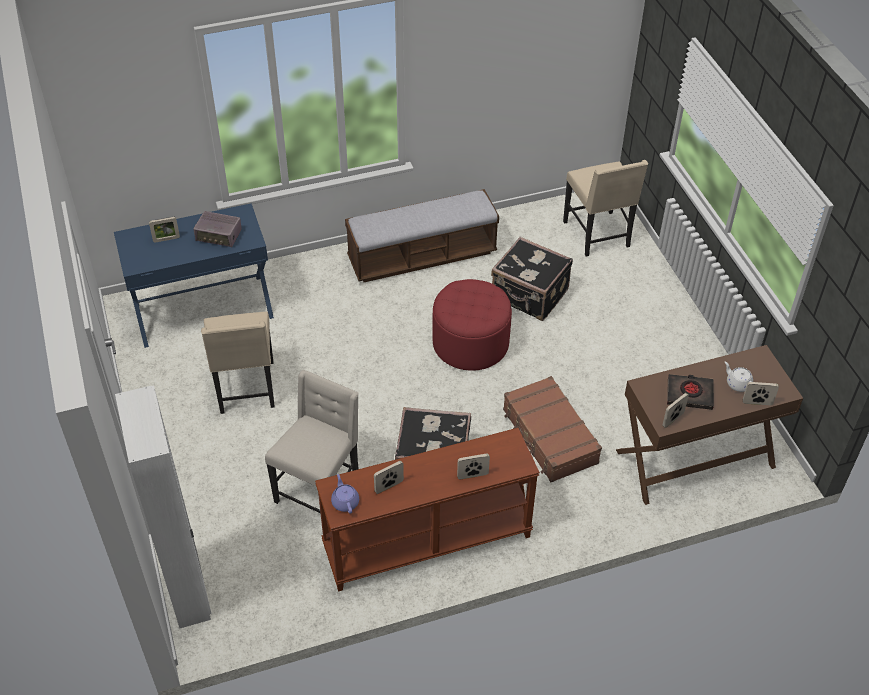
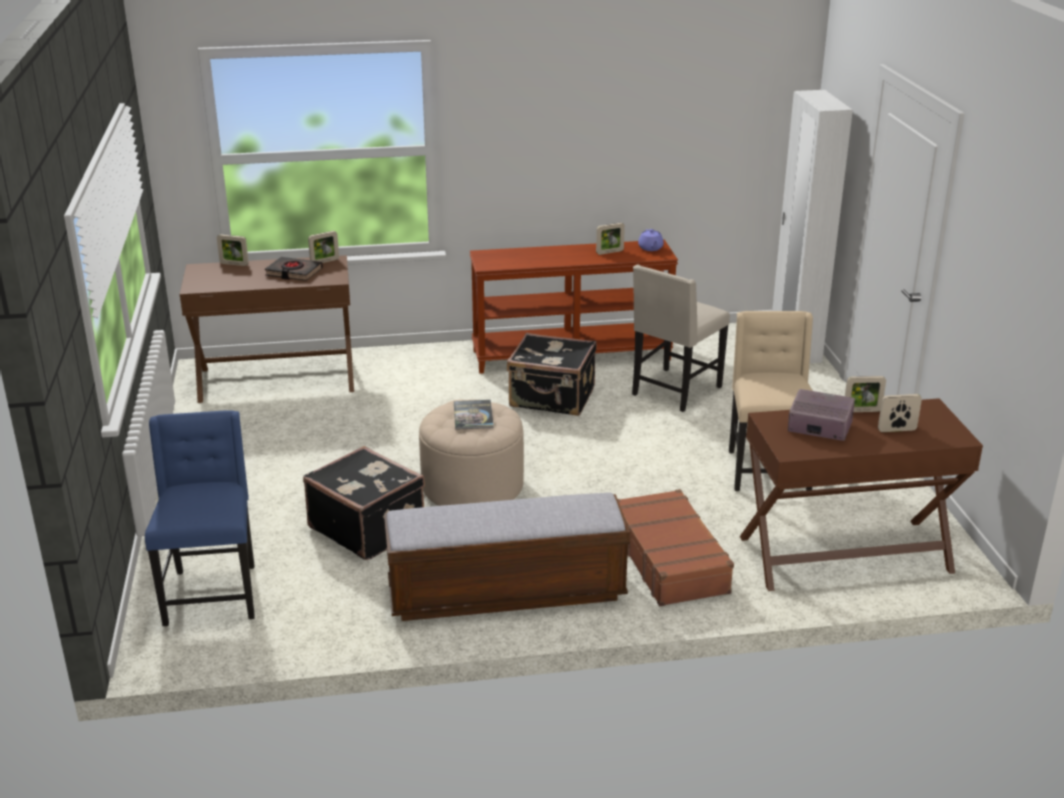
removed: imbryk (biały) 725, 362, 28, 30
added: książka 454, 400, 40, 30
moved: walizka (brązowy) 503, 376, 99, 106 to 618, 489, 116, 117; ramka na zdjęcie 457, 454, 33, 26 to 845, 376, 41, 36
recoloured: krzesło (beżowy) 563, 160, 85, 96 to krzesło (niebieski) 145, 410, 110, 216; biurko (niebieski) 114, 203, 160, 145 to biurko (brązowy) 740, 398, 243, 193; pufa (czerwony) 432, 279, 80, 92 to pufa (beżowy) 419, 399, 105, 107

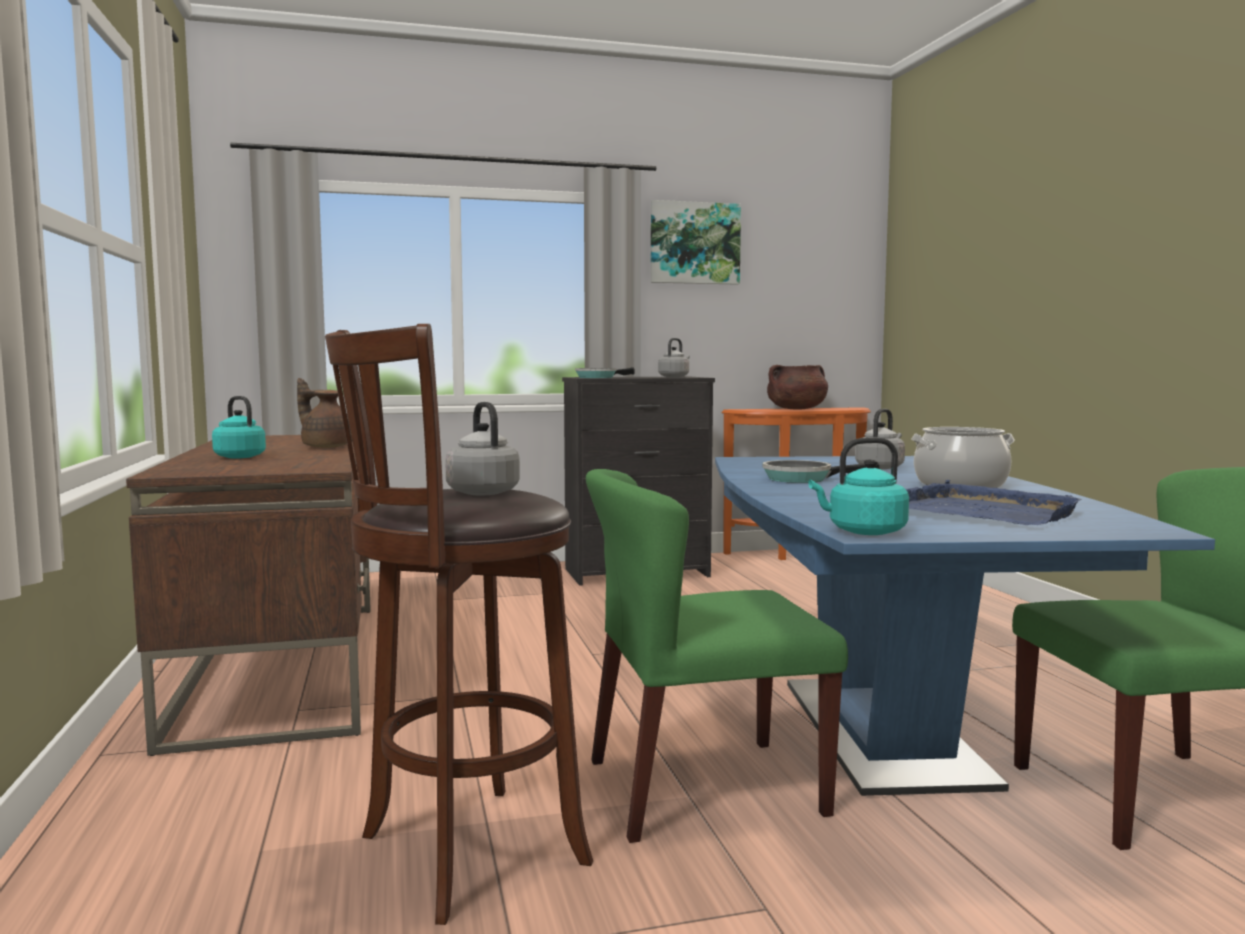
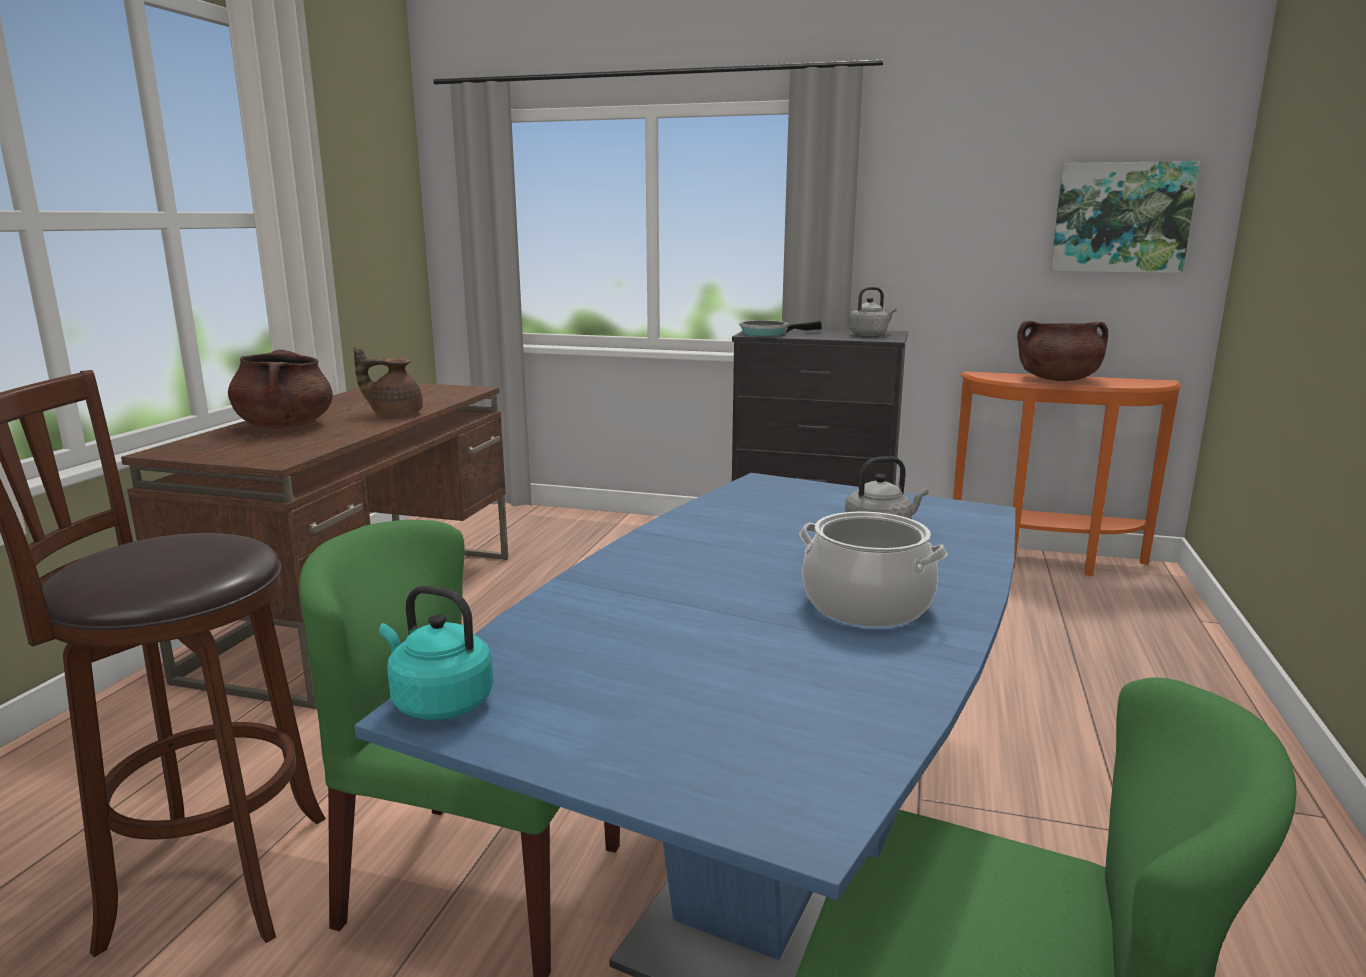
removed: czajnik (szary) 445, 402, 75, 93; patelnia 763, 460, 116, 23; taca (niebieski) 906, 480, 176, 45
moved: obraz 651, 200, 90, 85 to 1050, 161, 150, 112
replaced: czajnik (turkusowy) 212, 396, 54, 62 to garnek (brązowy) 228, 350, 105, 78
turned: imbryk (brązowy) 297, 378, 55, 70 = 353, 347, 70, 69 60 degrees counterclockwise

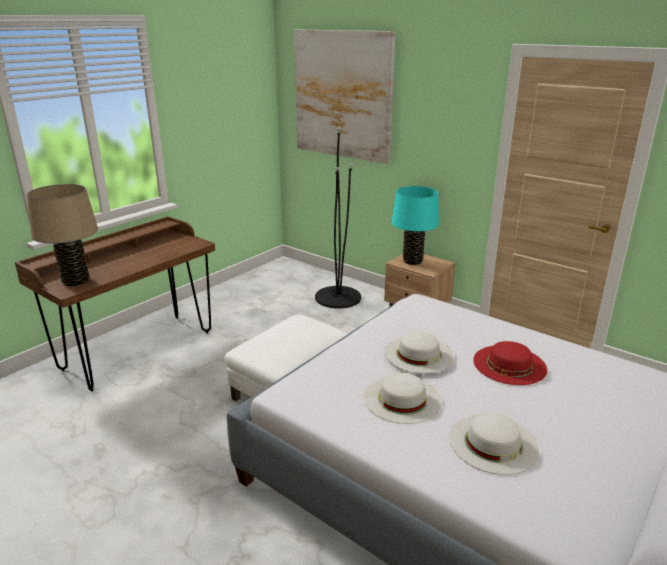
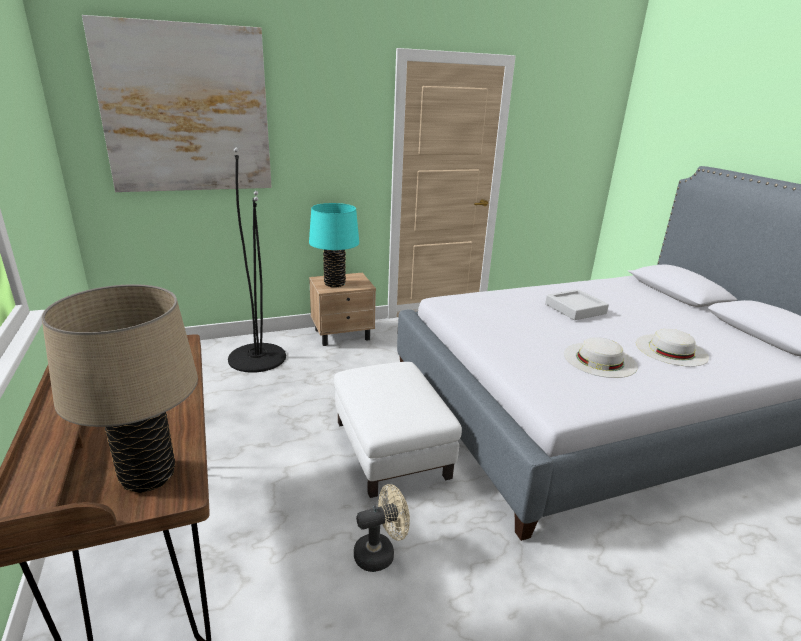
removed: kapelusz (biały) 384, 332, 70, 42
added: wentylator (beżowy) 354, 484, 56, 88
replaced: kapelusz (czerwony) 473, 341, 74, 44 to taca (szary) 545, 289, 64, 31

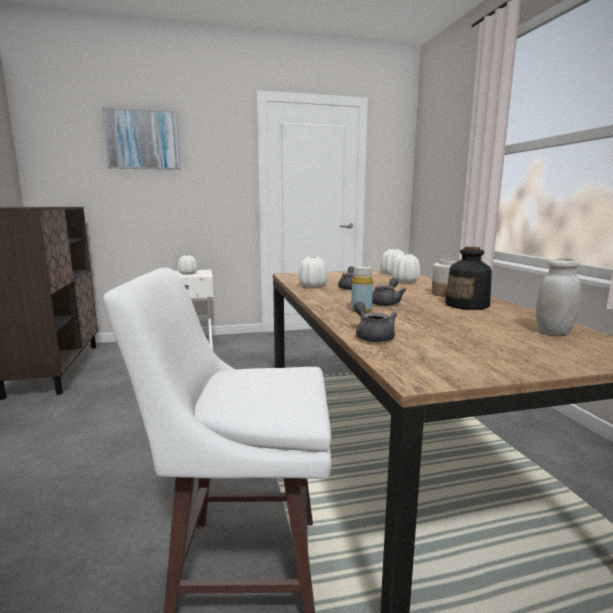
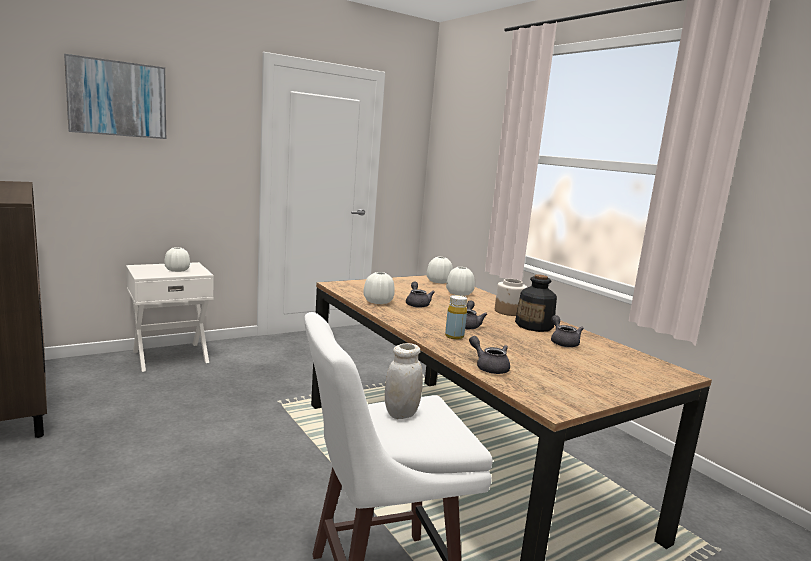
added: imbryk (szary) 551, 315, 33, 32
moved: słoik (biały) 536, 258, 45, 77 to 385, 343, 38, 76

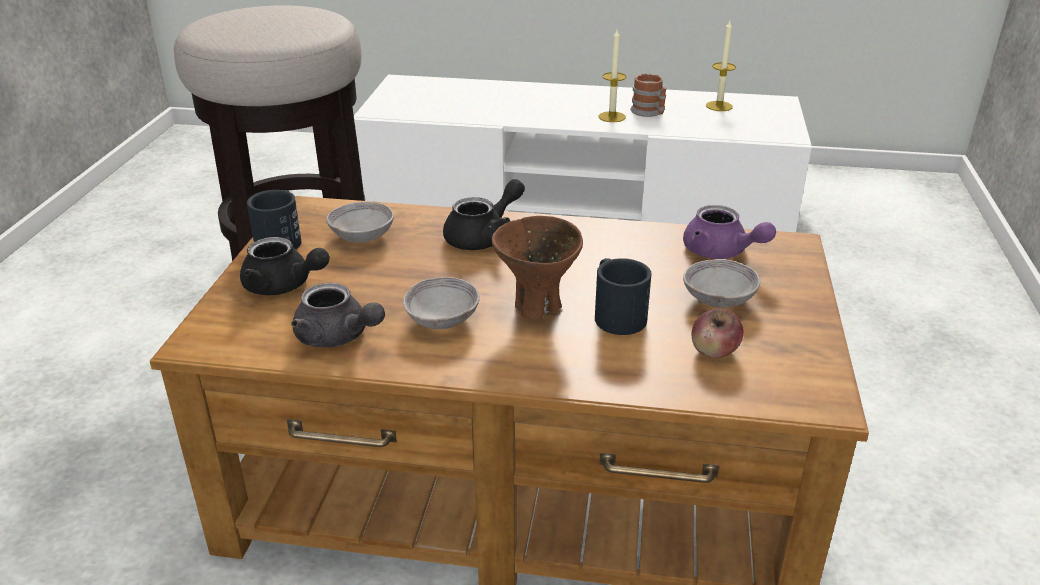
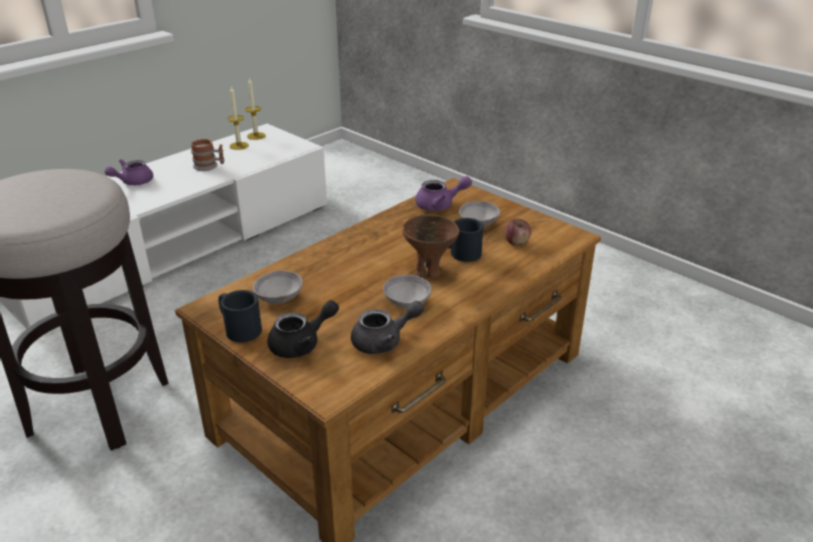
removed: imbryk (czarny) 443, 179, 82, 71
added: imbryk (fioletowy) 105, 159, 48, 26
moved: świeca 598, 30, 28, 92 to 245, 77, 20, 63

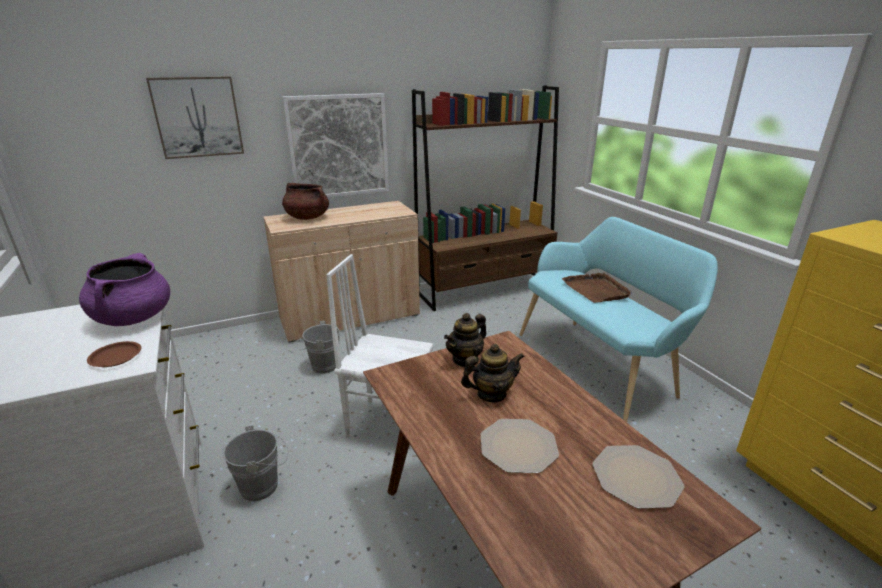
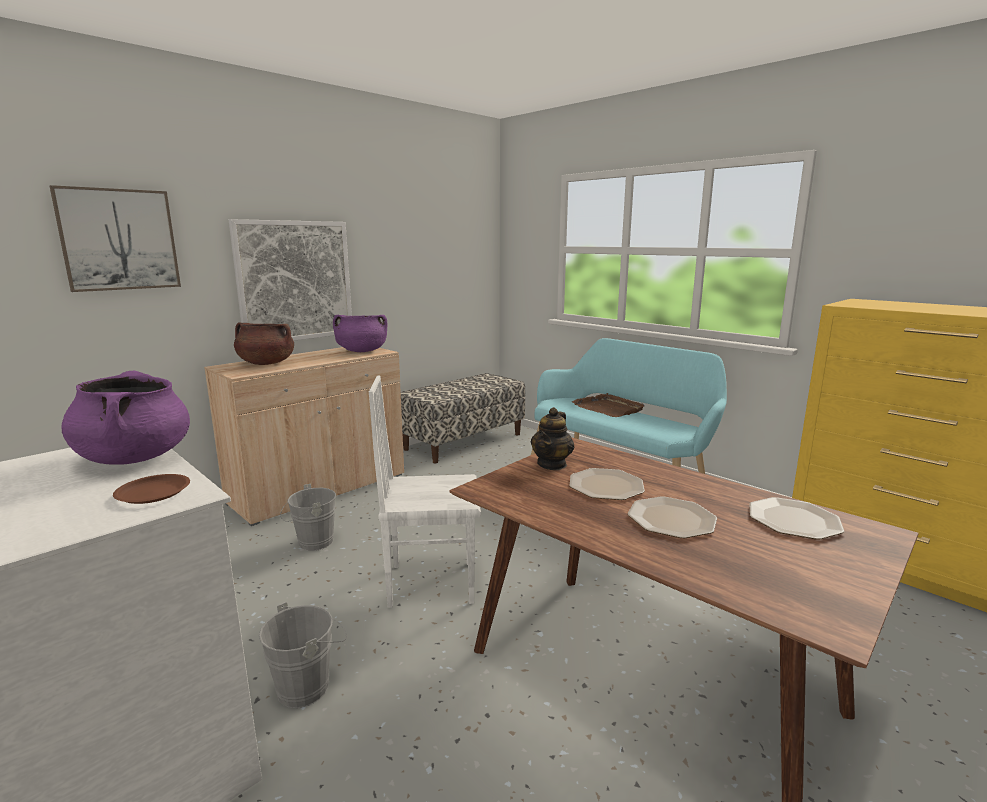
added: garnek (fioletowy) 333, 315, 55, 37
replaced: regał (brązowy) 412, 85, 147, 226 to ławka 401, 373, 124, 90; imbryk 461, 344, 64, 59 to talerz 570, 468, 75, 32

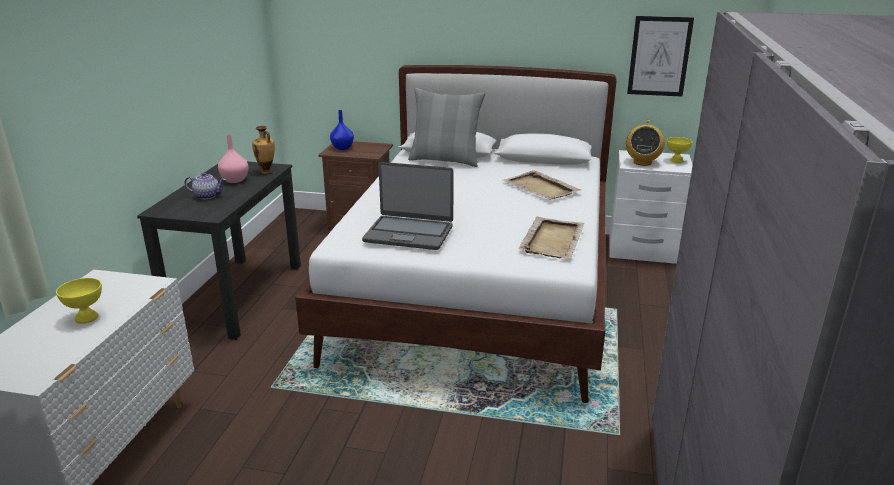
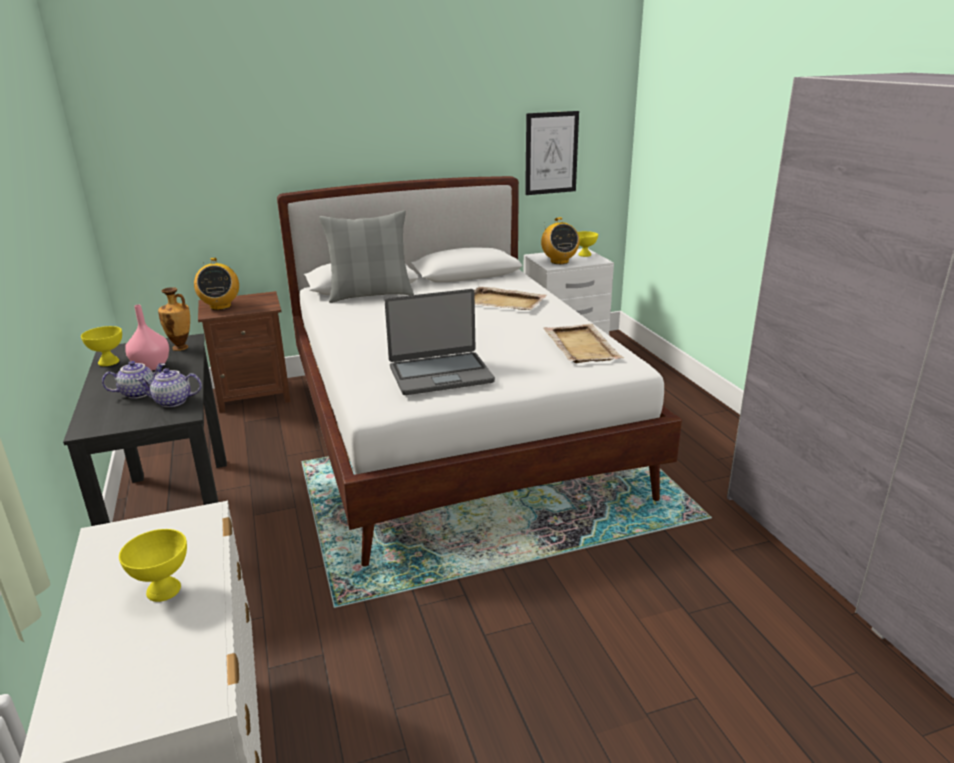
added: miska (żółty) 81, 326, 41, 40; imbryk 136, 368, 66, 39
replaced: wazon (niebieski) 330, 110, 24, 40 to radio 194, 258, 45, 52

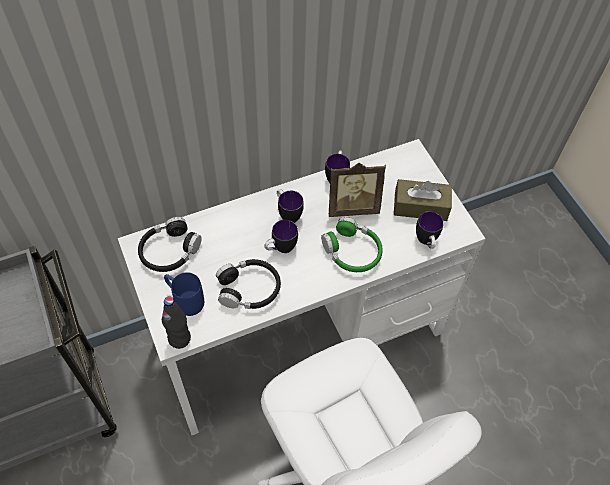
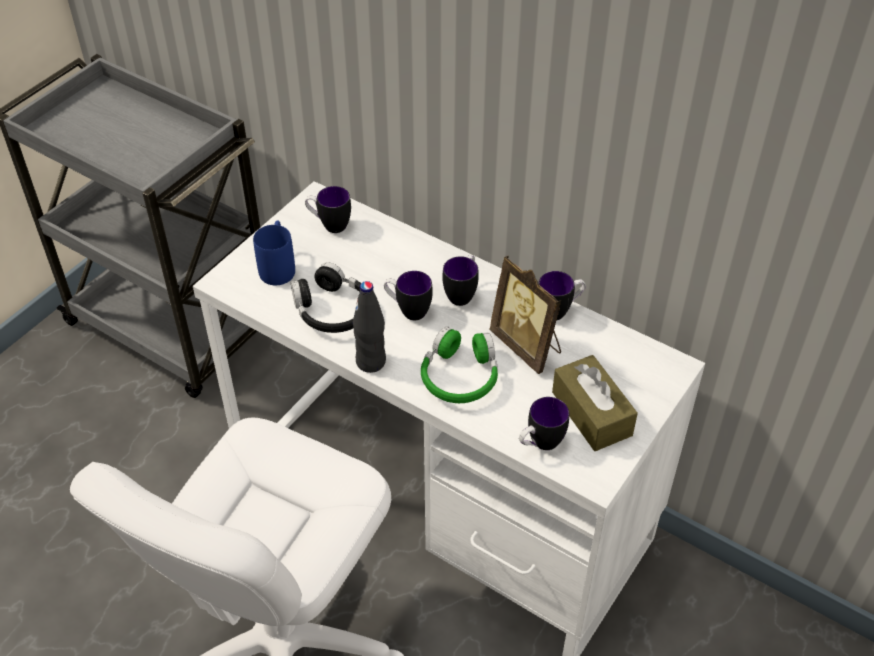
moved: butelka (czarny) 162, 297, 29, 52 to 353, 281, 33, 92
replaced: słuchawki (czarny) 138, 217, 64, 55 to kubek 305, 186, 46, 47

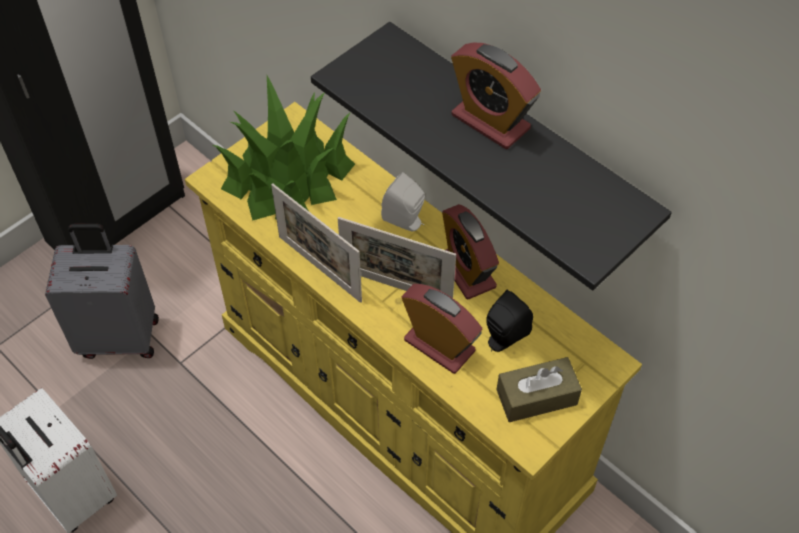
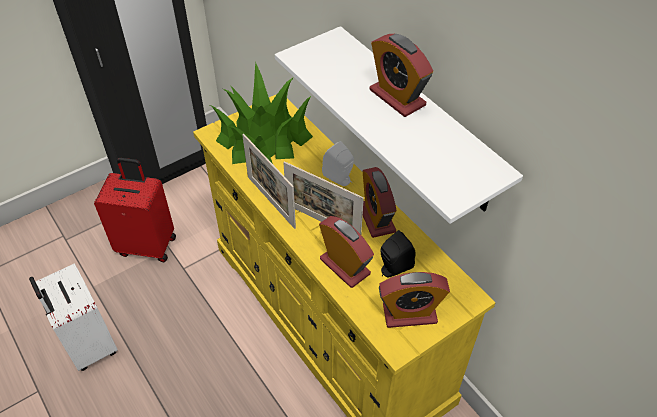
replaced: pudełko chusteczek (brązowy) 497, 357, 85, 65 to budzik 379, 272, 71, 56
recoloured: półka (czarny) 311, 22, 361, 268 to półka (biały) 275, 26, 248, 198; walizka (szary) 45, 224, 114, 135 to walizka (czerwony) 94, 158, 82, 104

